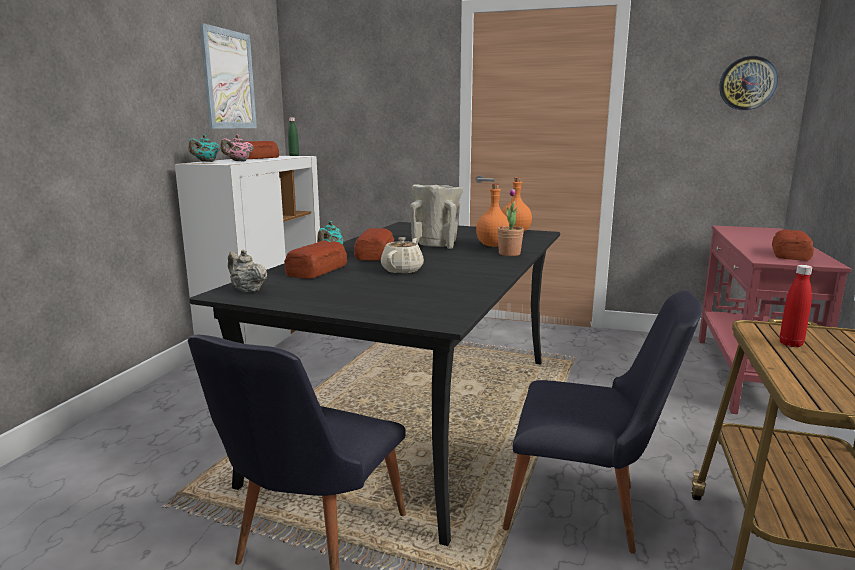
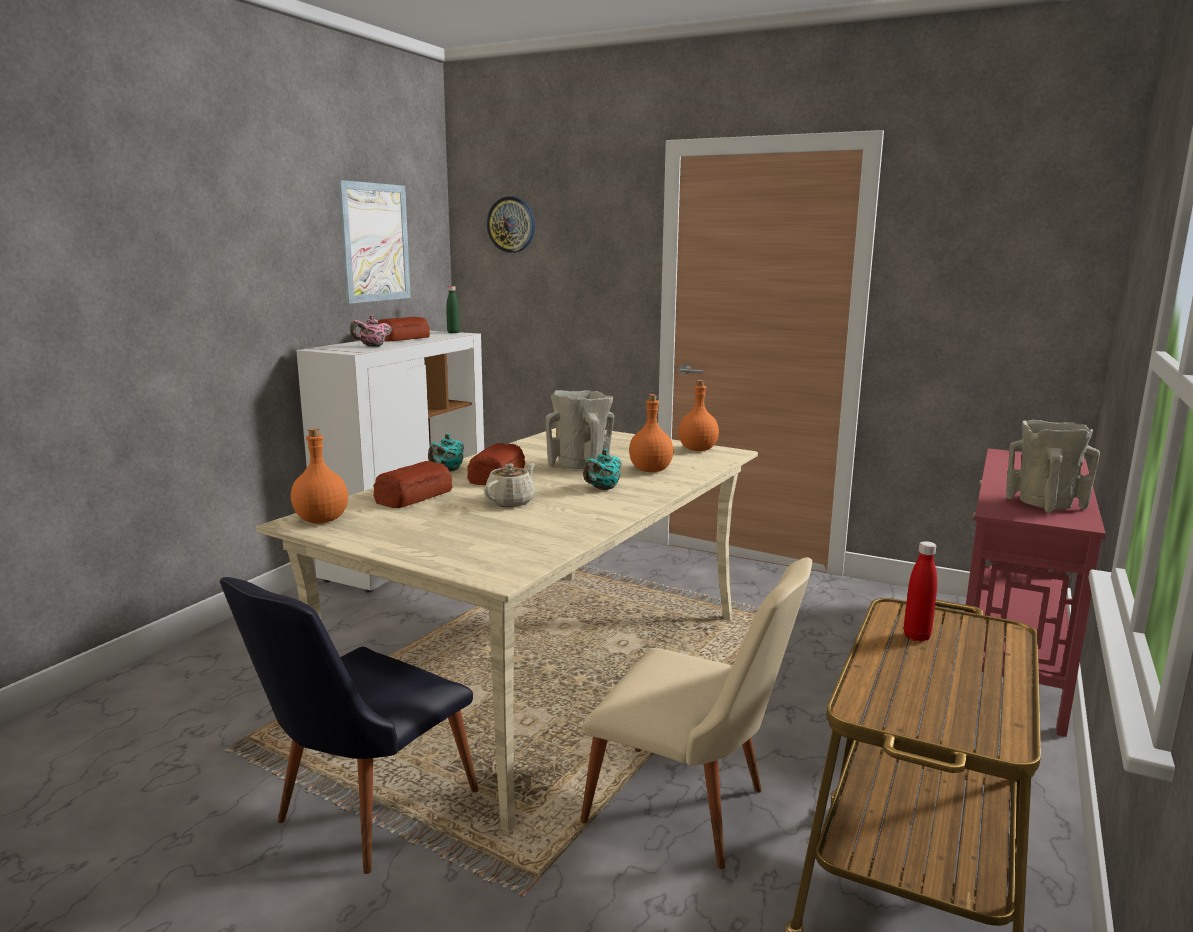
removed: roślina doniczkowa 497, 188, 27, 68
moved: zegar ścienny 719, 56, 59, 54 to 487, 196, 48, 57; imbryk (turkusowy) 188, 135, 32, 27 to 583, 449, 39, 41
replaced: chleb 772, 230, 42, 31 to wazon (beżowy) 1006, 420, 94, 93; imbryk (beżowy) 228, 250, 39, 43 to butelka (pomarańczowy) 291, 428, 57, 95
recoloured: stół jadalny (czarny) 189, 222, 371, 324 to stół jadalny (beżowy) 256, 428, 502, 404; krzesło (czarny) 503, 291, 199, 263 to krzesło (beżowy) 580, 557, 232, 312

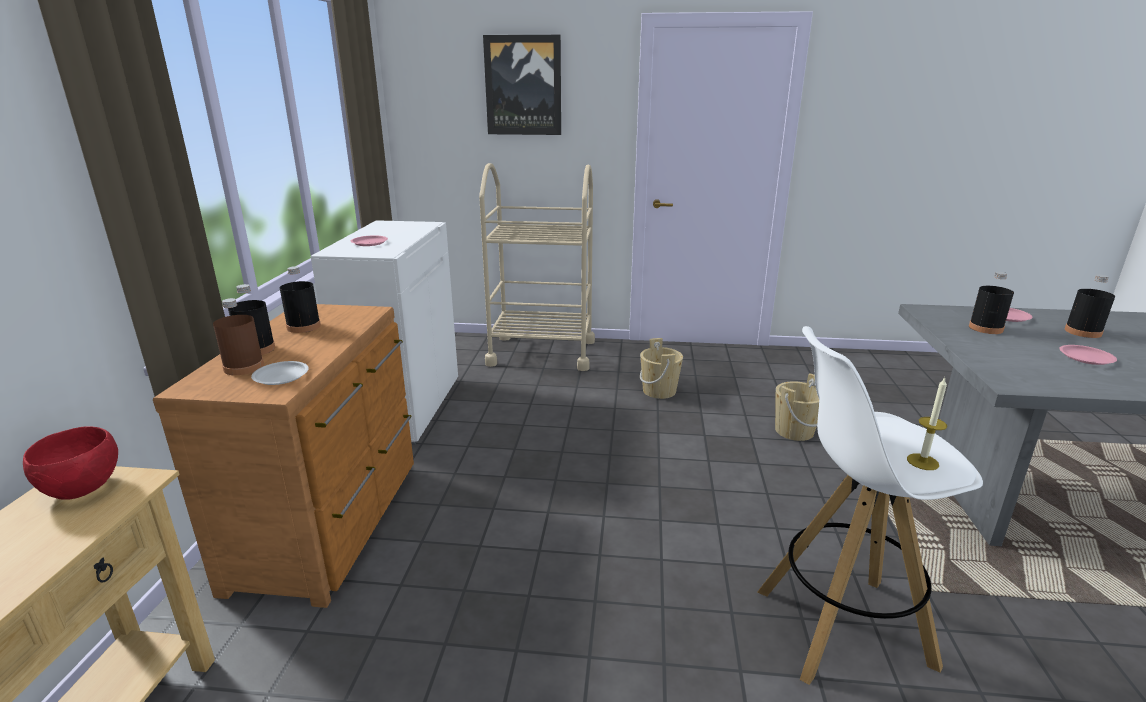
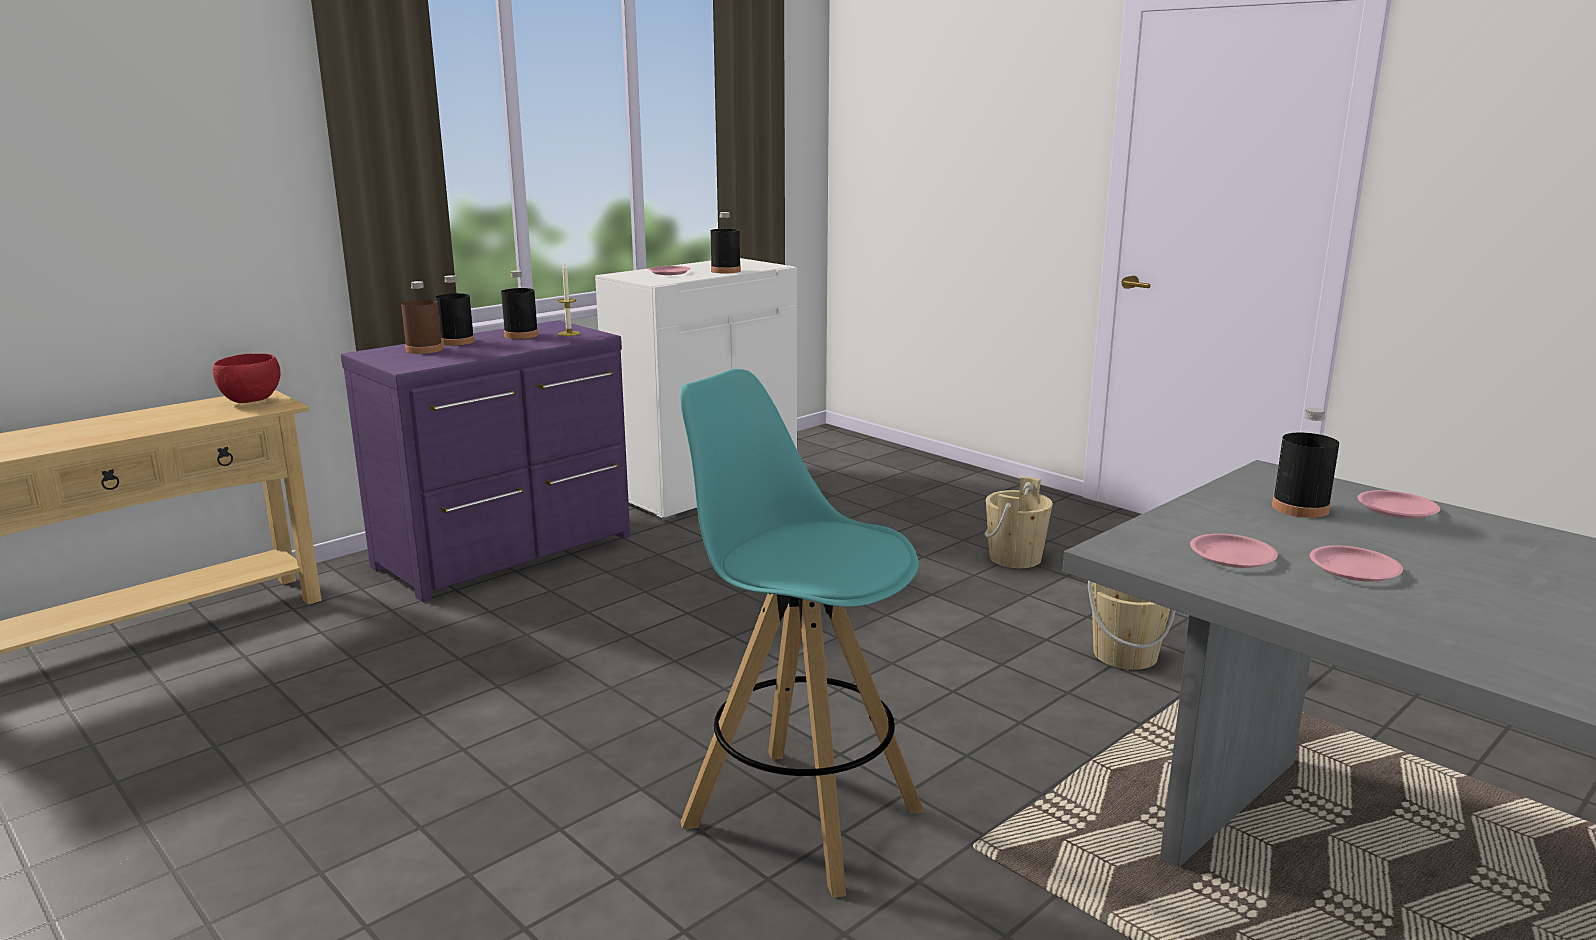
removed: obraz 483, 35, 78, 100; wózek (beżowy) 479, 163, 116, 208; talerz (biały) 251, 361, 58, 24
added: talerz (różowy) 1190, 534, 88, 34
moved: butelka (czarny) 1064, 275, 51, 63 to 711, 212, 30, 61; świeca 907, 378, 40, 92 to 558, 262, 22, 74
recoloured: komoda (brązowy) 153, 304, 261, 304 to komoda (fioletowy) 341, 320, 289, 282; stołek (biały) 757, 326, 226, 359 to stołek (turkusowy) 680, 369, 245, 529

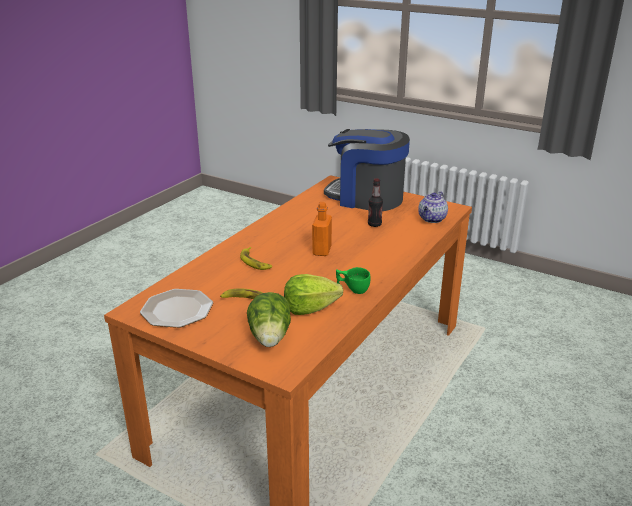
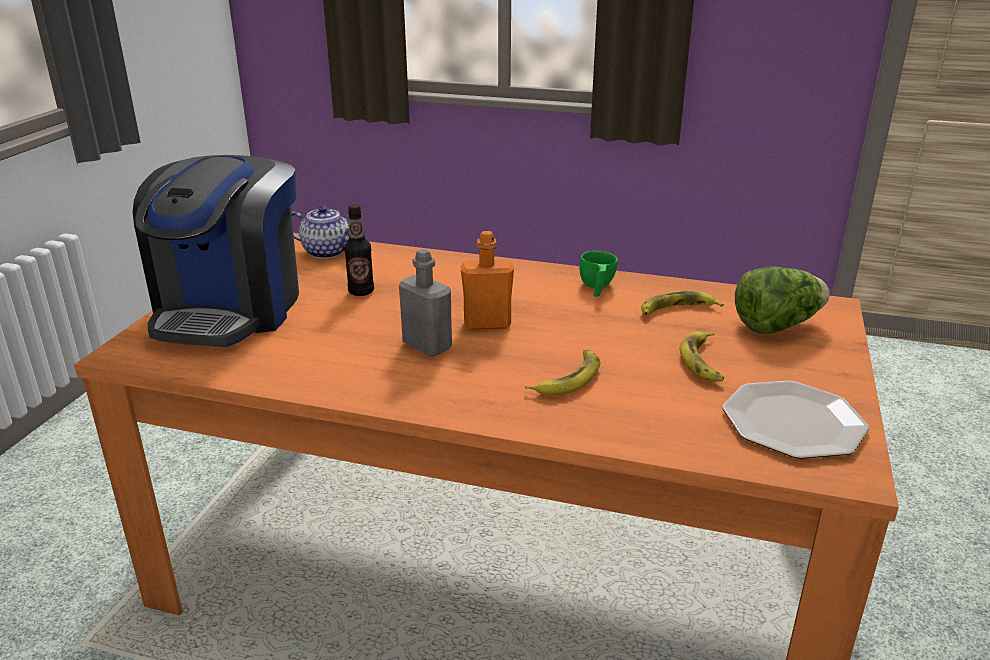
added: butelka (szary) 399, 249, 53, 108
replaced: sałata 284, 274, 59, 41 to banan 641, 291, 83, 24

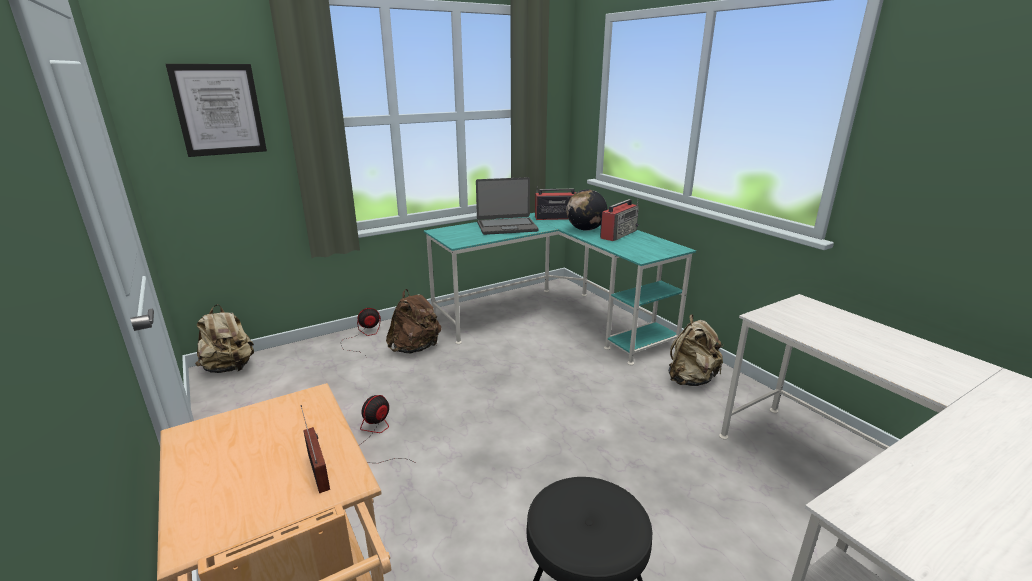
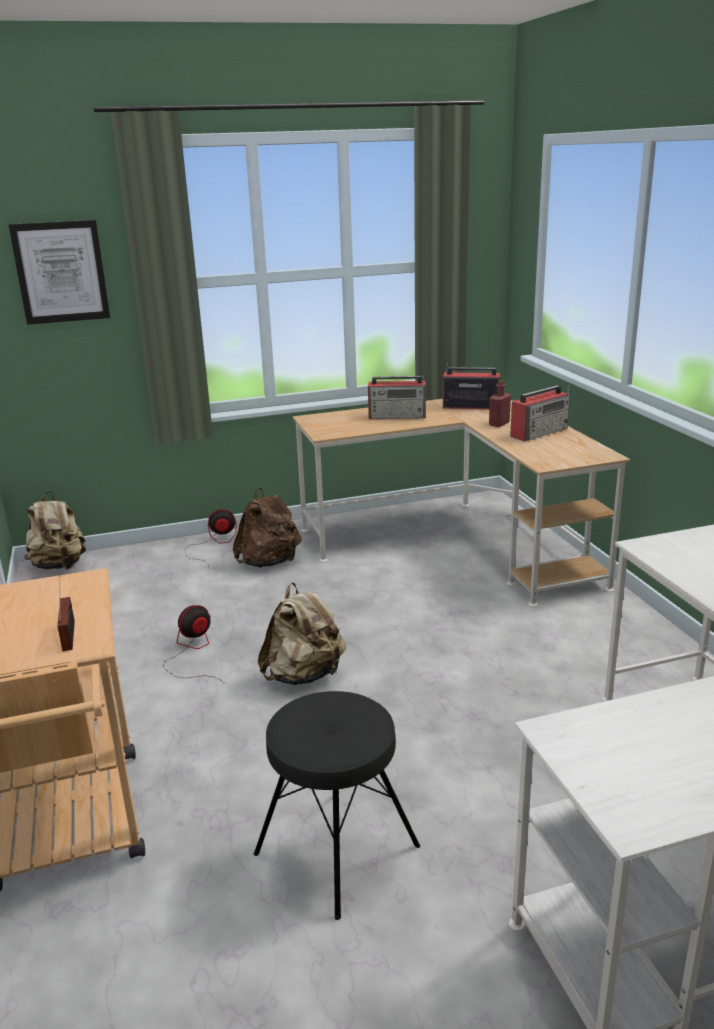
moved: plecak (beżowy) 669, 315, 55, 71 to 258, 583, 88, 102
replaced: laptop 476, 177, 63, 58 to radio 368, 376, 58, 43; globus 566, 189, 41, 42 to butelka (czerwony) 489, 380, 22, 47
recoloured: biurko (turkusowy) 424, 213, 272, 152 to biurko (beżowy) 293, 399, 337, 208

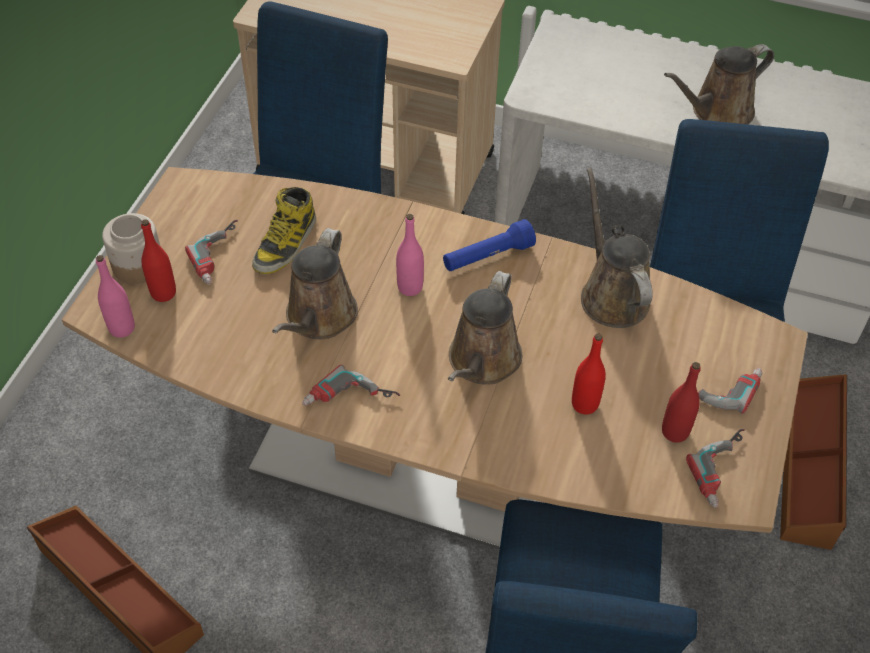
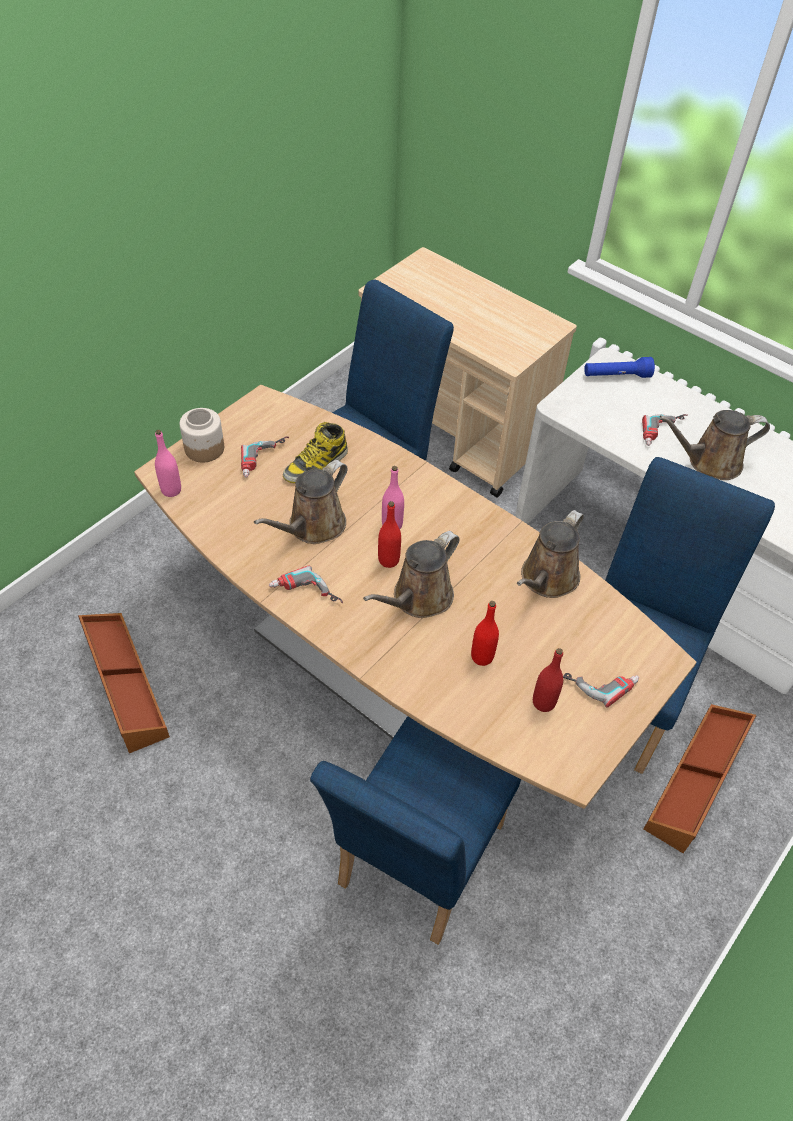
moved: butelka (czerwony) 141, 219, 35, 83 to 378, 501, 23, 67; latarka (niebieski) 443, 219, 93, 52 to 584, 357, 71, 21; wiertarka 686, 429, 59, 79 to 642, 414, 46, 32
turned: konewka (brązowy) 581, 167, 71, 161 = 517, 510, 67, 88 150 degrees counterclockwise

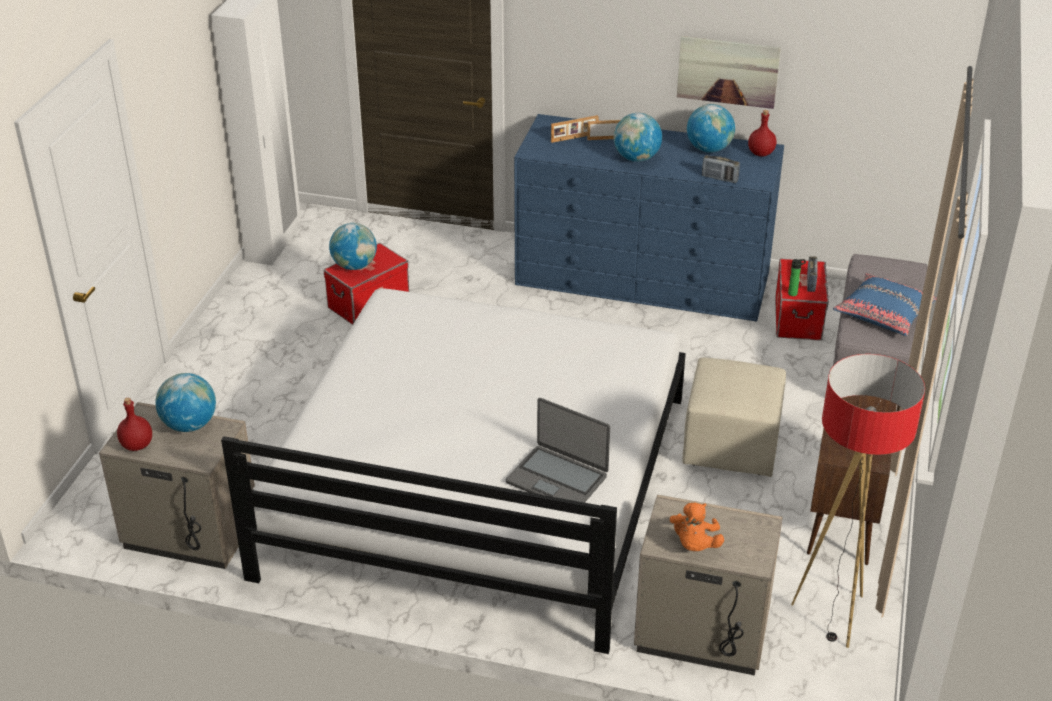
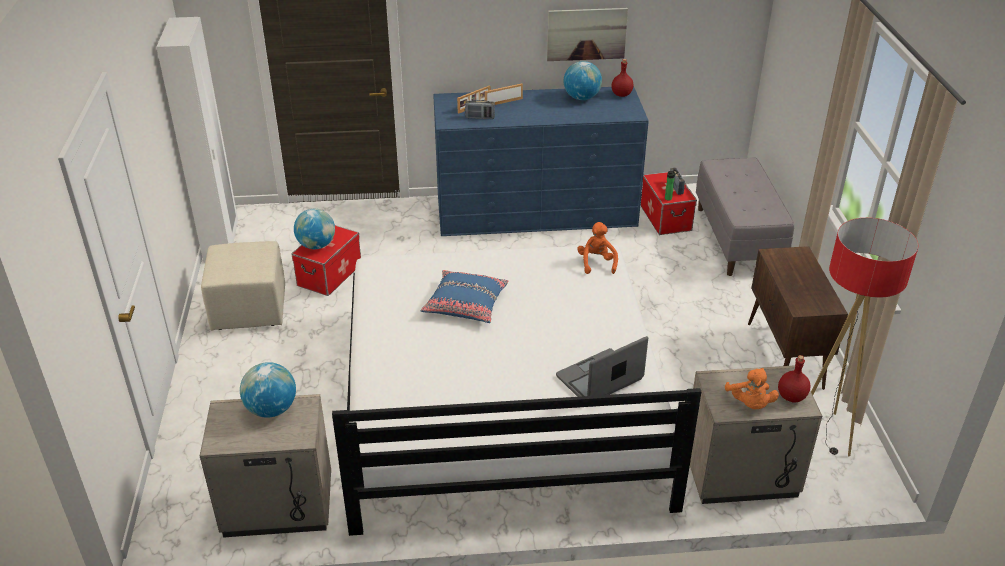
removed: globus 614, 113, 48, 49
added: pluszak (pomarańczowy) 577, 222, 41, 52
moved: radio 702, 155, 38, 28 to 465, 100, 30, 19; poduszka (niebieski) 833, 273, 104, 63 to 420, 270, 89, 53; pufa (beżowy) 682, 357, 104, 120 to 201, 241, 84, 89; butelka (czerwony) 117, 398, 35, 53 to 778, 355, 32, 48
turned: laptop 506, 398, 104, 105 = 556, 336, 92, 61 135 degrees clockwise

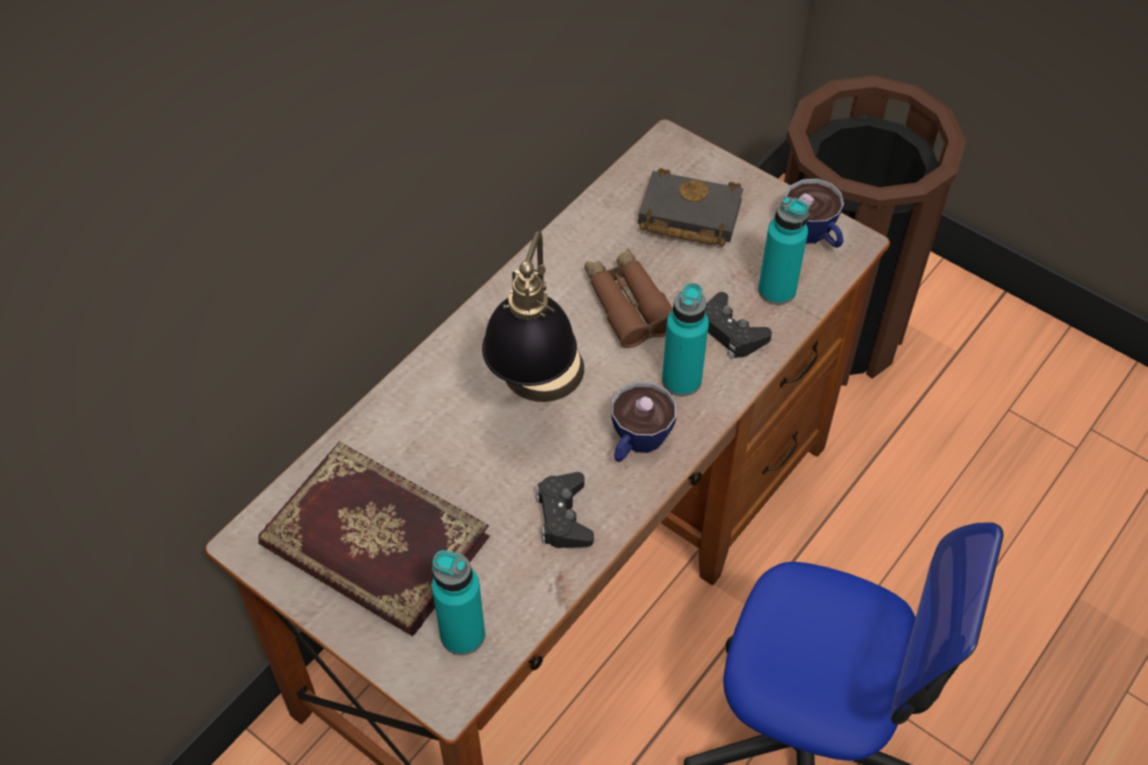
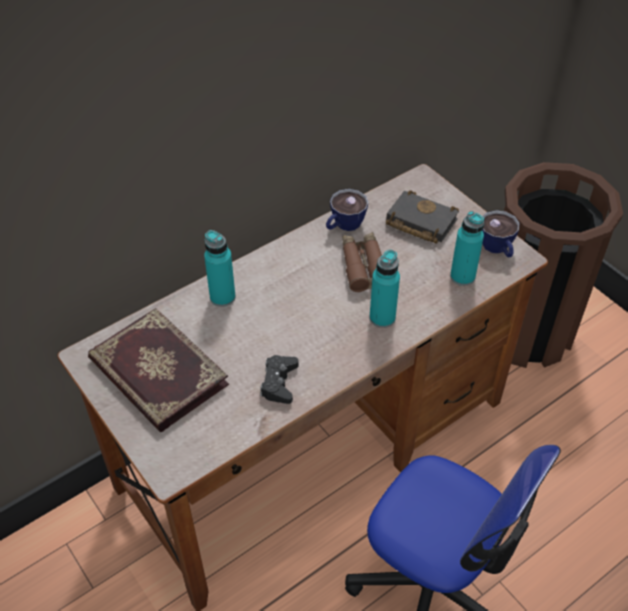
removed: lampa stołowa 482, 231, 102, 171; pad do gier (czarny) 706, 292, 66, 67
moved: filiżanka 611, 382, 66, 80 to 326, 189, 42, 42; butelka (turkusowy) 432, 550, 53, 105 to 204, 230, 32, 77

